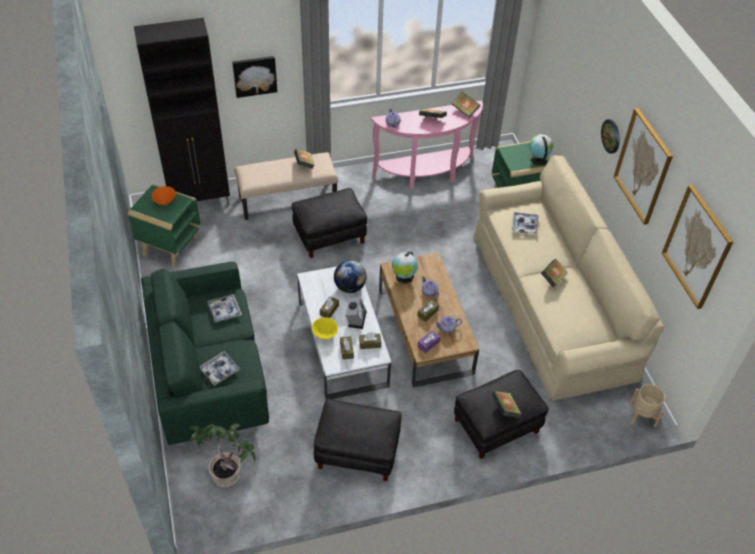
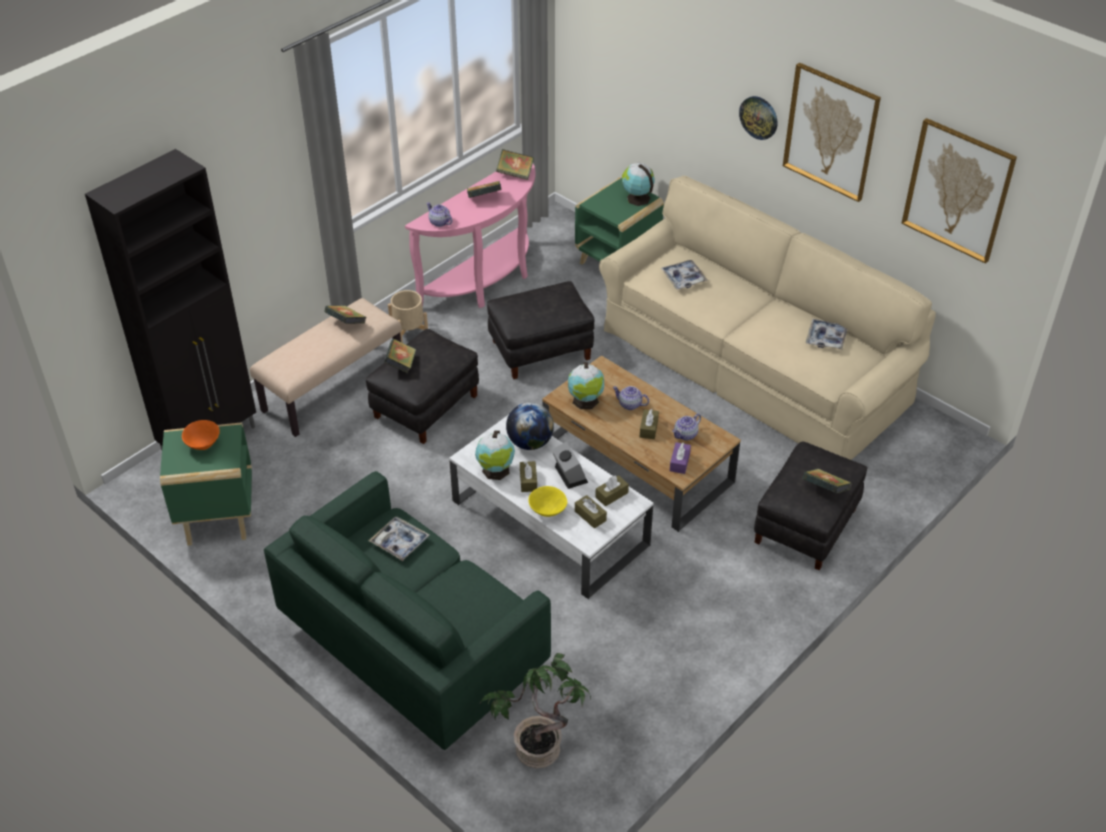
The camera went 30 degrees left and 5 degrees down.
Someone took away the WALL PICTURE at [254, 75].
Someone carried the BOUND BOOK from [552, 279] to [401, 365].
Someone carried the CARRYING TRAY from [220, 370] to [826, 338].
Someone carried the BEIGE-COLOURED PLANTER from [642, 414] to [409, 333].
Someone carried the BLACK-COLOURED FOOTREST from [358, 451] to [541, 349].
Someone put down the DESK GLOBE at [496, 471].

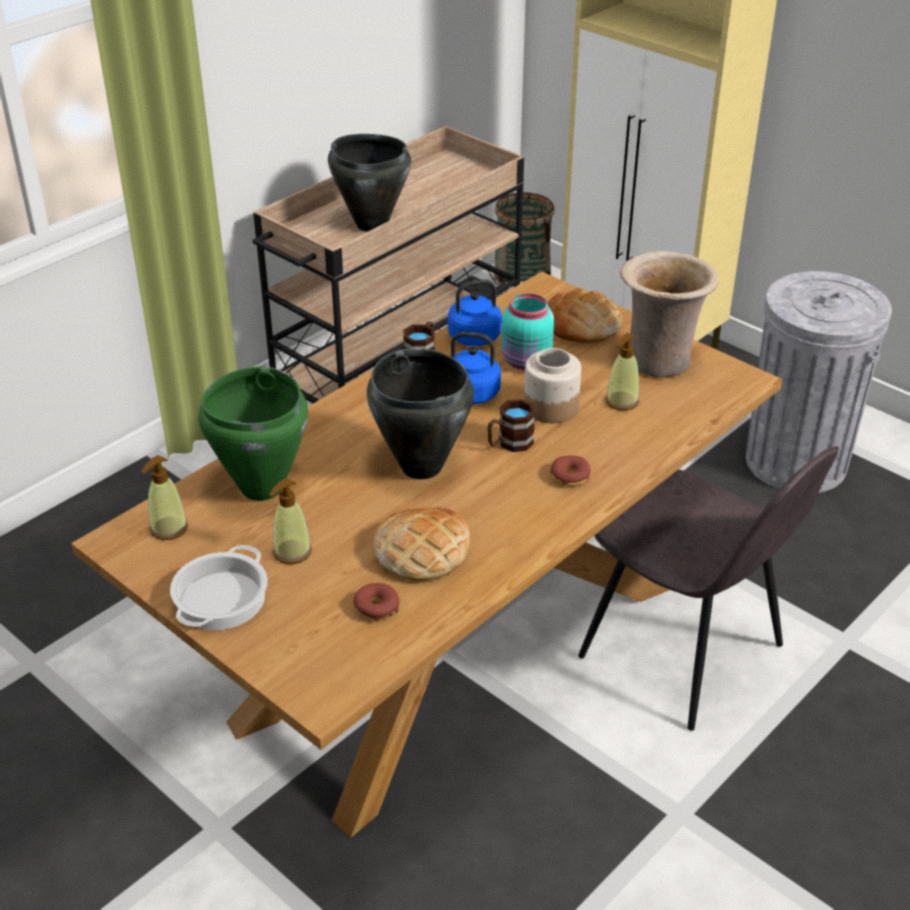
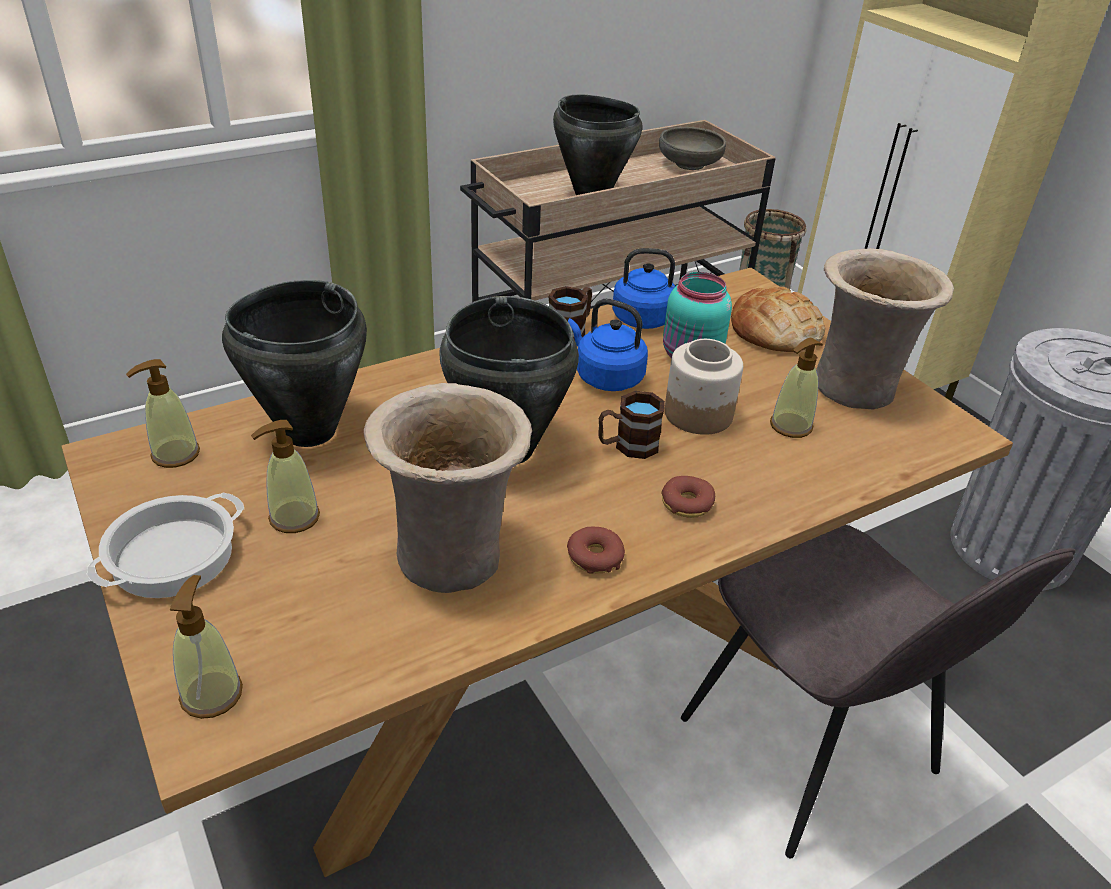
The camera went 15 degrees right and 0 degrees up.
Someone repainted the GREEN SAUCEPOT at [261, 488], which became the BLACK-COLOURED SAUCEPOT at [308, 431].
Someone swapped the BAKED BREAD at [422, 550] for the BEIGE-COLOURED DECORATIVE VASE at [452, 555].
Someone carried the DOUGHNUT from [376, 607] to [595, 557].
Someone put down the GREY BOWL at [689, 164].
Someone put down the LIQUID SOAP BOTTLE at [212, 694].

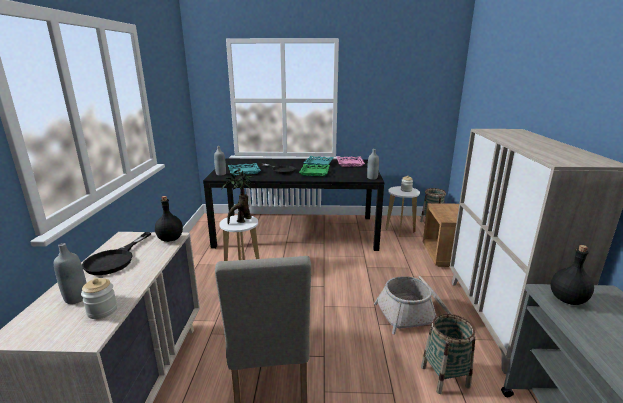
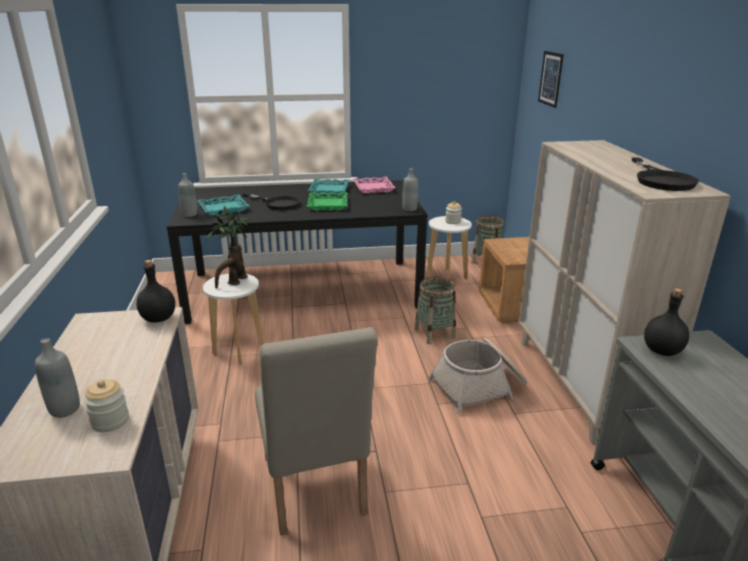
The camera went 10 degrees left and 5 degrees up.
Someone carried the BLACK-COLOURED PAN from [115, 259] to [661, 180].
Someone carried the BASKET from [444, 376] to [434, 333].
Someone put up the WALL PICTURE at [550, 79].

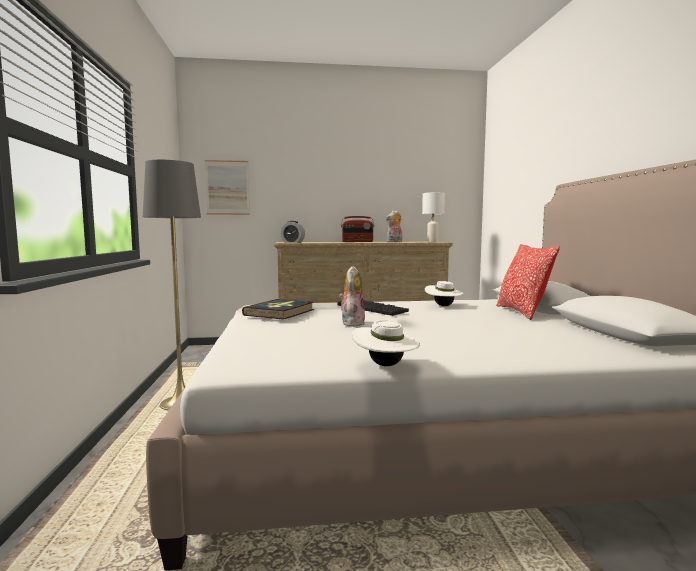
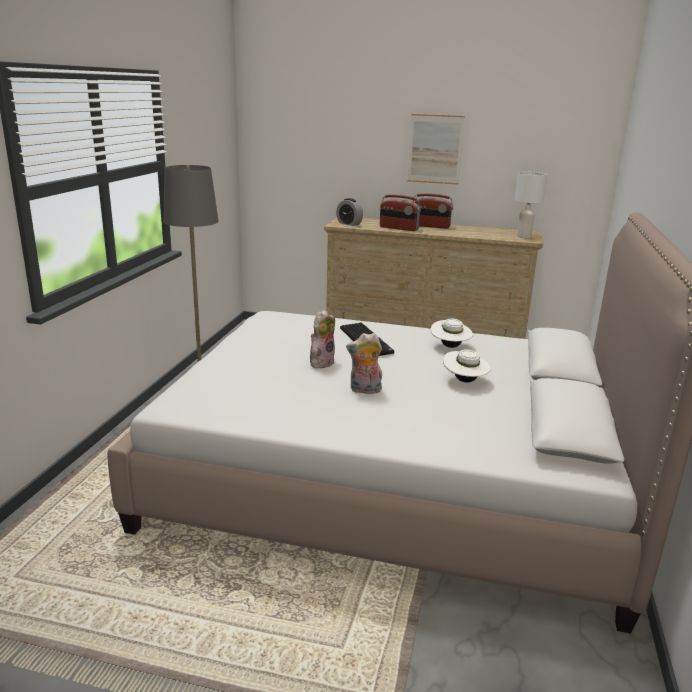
The camera went 20 degrees right and 15 degrees up.
Someone carried the WALL PICTURE from [227, 187] to [435, 149].
Someone carried the CUDDLY TOY from [394, 242] to [364, 390].
Someone took away the CUSHION at [522, 312].
Someone took away the BOUND BOOK at [280, 312].
Someone carried the WHITE-COLOURED WEARABLE HAT from [385, 365] to [464, 381].
Someone put down the RADIO at [398, 228].

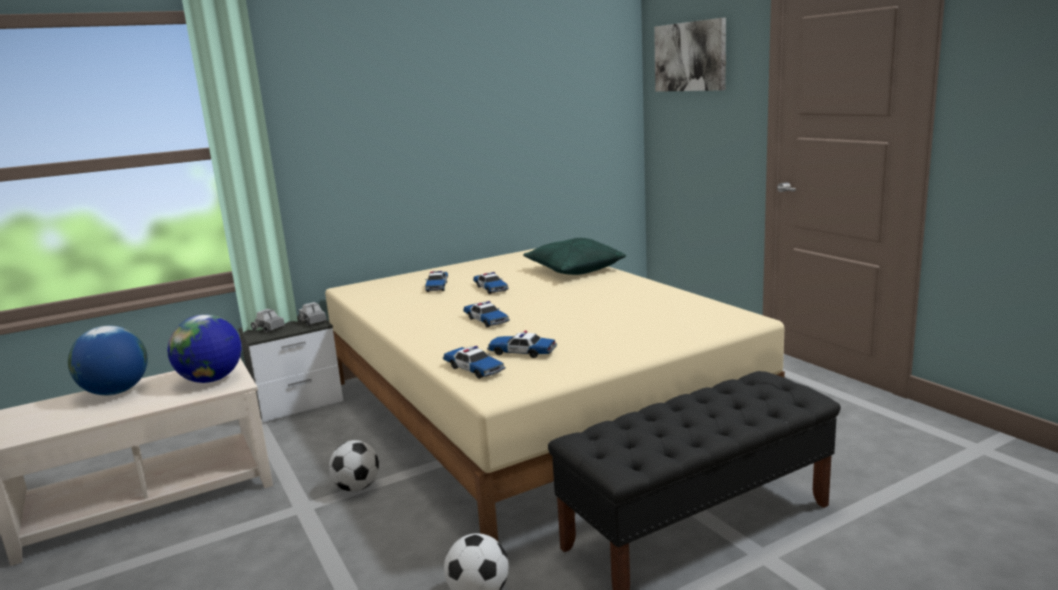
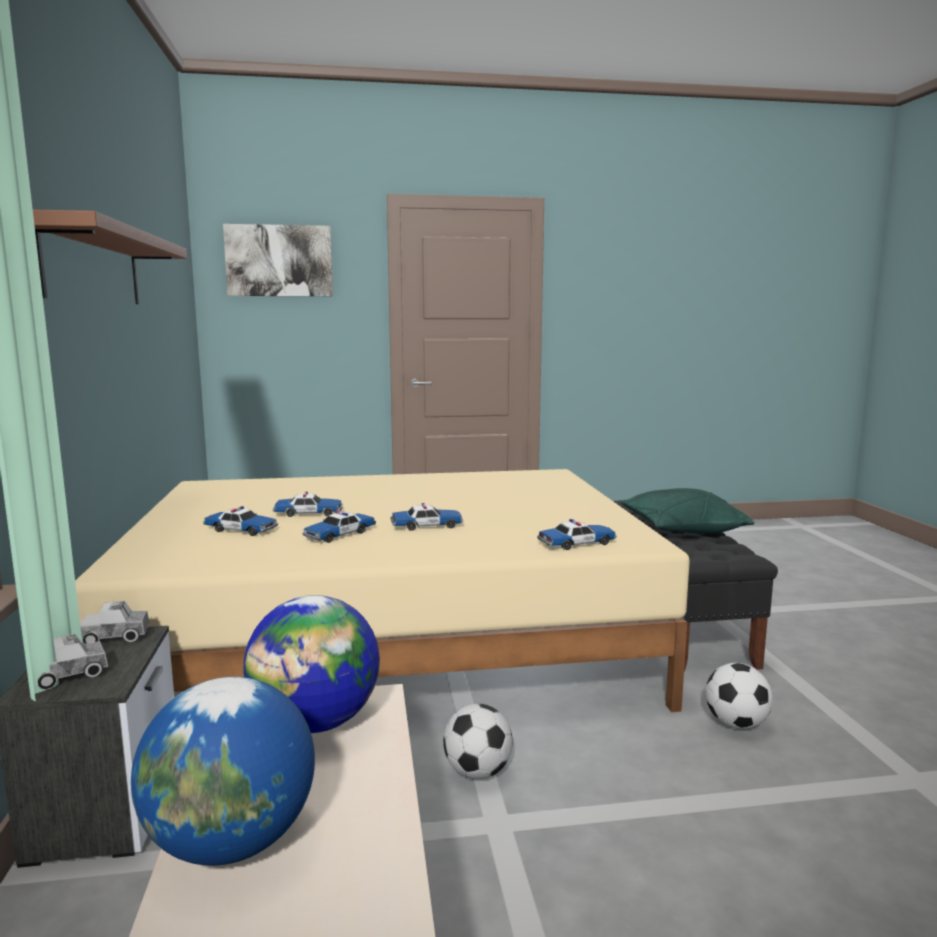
The camera went 70 degrees left and 5 degrees down.
Someone carried the GREEN CUSHION from [574, 270] to [681, 530].
Someone carried the TOY CAR from [522, 352] to [340, 534].
Someone put up the BROWN-COLOURED SHELF at [94, 267].

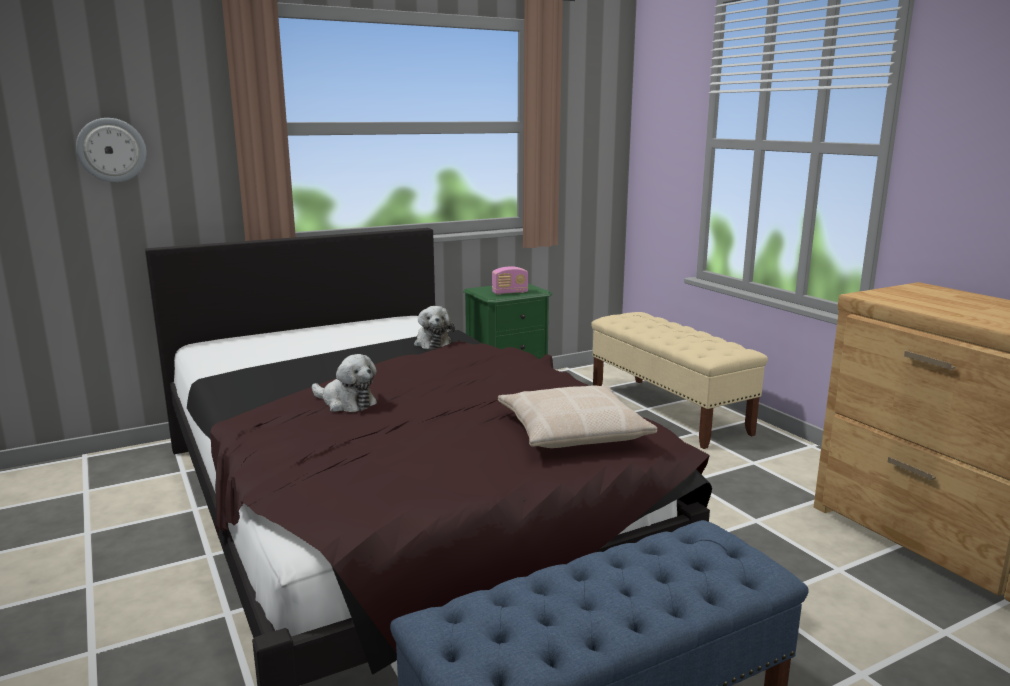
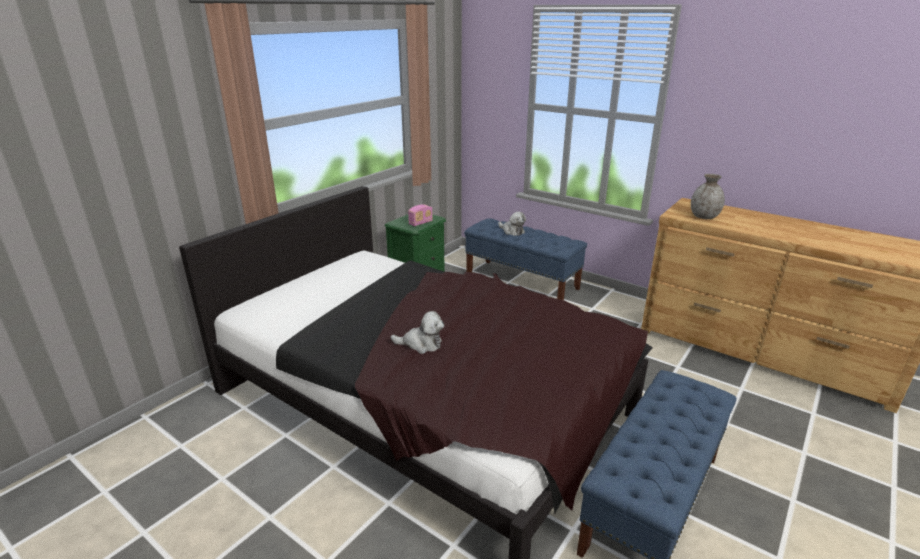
The camera went 25 degrees left and 10 degrees up.
Someone took away the WALL CLOCK at [111, 150].
Someone carried the CUDDLY TOY from [432, 343] to [512, 231].
Someone repainted the BEIGE-COLOURED INDOOR BENCH at [668, 411], which became the BLUE-COLOURED INDOOR BENCH at [522, 281].
Someone took away the BEIGE-COLOURED CUSHION at [572, 431].
Someone put down the GREY DECORATIVE VASE at [704, 217].

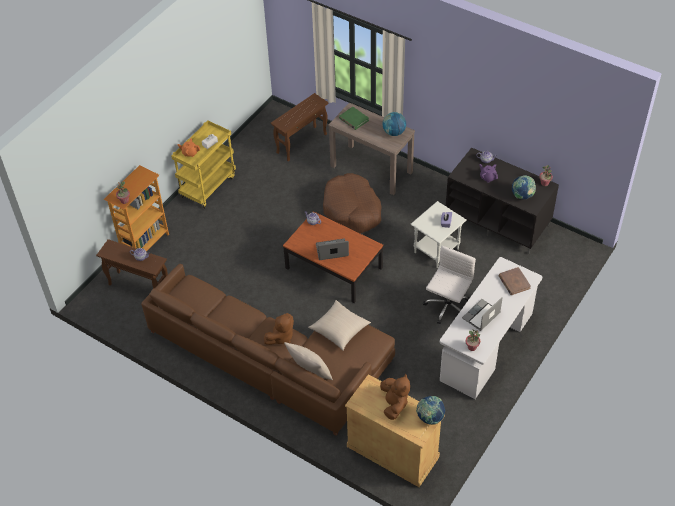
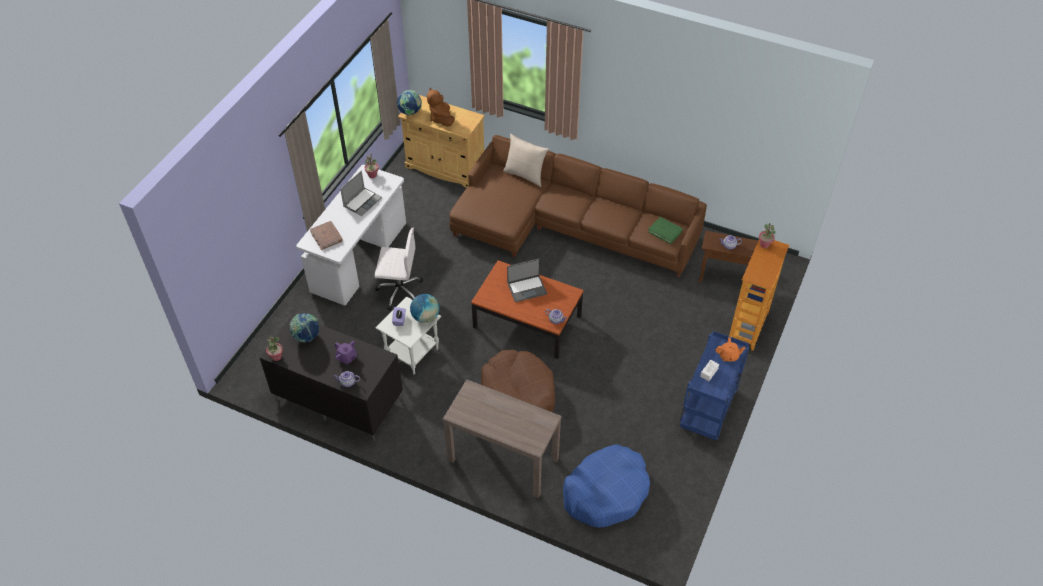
The camera went 170 degrees right and 0 degrees up.
Someone swapped the BROWN-COLOURED ACCENT TABLE at [301, 143] for the BLUE-COLOURED DOG BED at [606, 492].
Someone carried the GREEN BOUND BOOK from [353, 119] to [665, 231].
Someone carried the DESK GLOBE from [394, 132] to [425, 317].
Someone repainted the YELLOWISH WHEELED CART at [208, 186], which became the BLUE-COLOURED WHEELED CART at [708, 411].
Someone rotated the WHITE-COLOURED OFFICE CHAIR at [447, 308] by 105 degrees counterclockwise.
Someone took away the BEIGE-COLOURED CUSHION at [339, 330].
Someone took away the BROWN-COLOURED CUDDLY TOY at [281, 337].

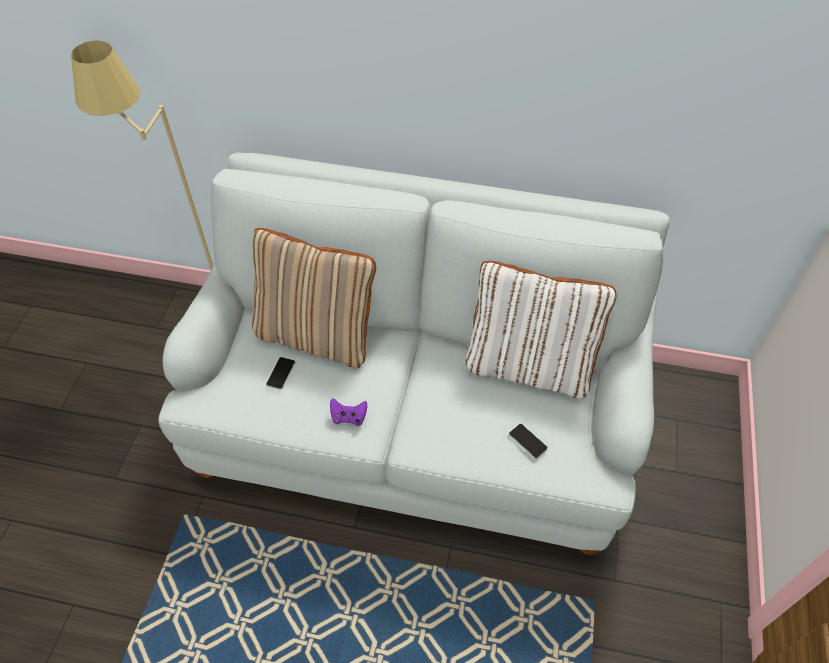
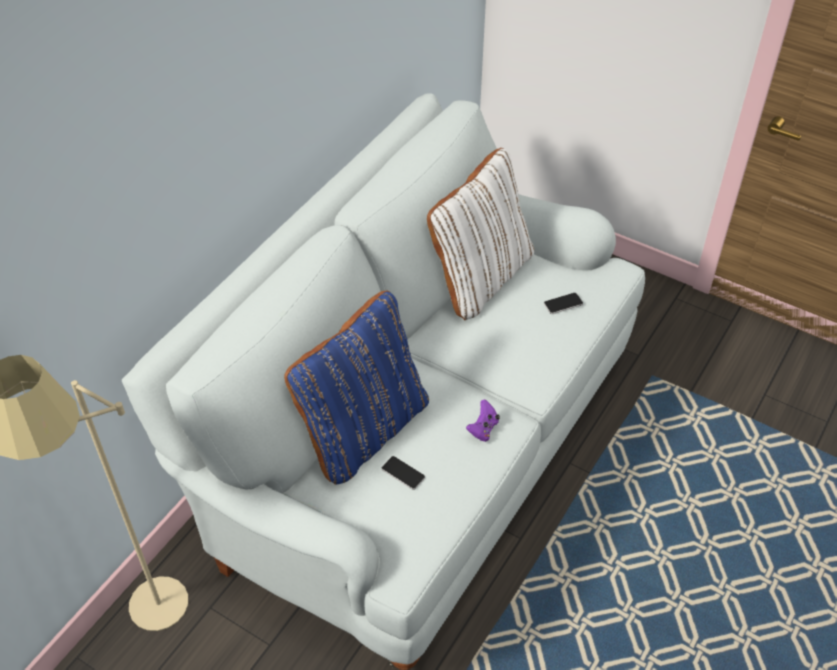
The camera went 70 degrees left and 5 degrees down.
Someone repainted the BEIGE-COLOURED CUSHION at [317, 335], which became the BLUE-COLOURED CUSHION at [363, 430].

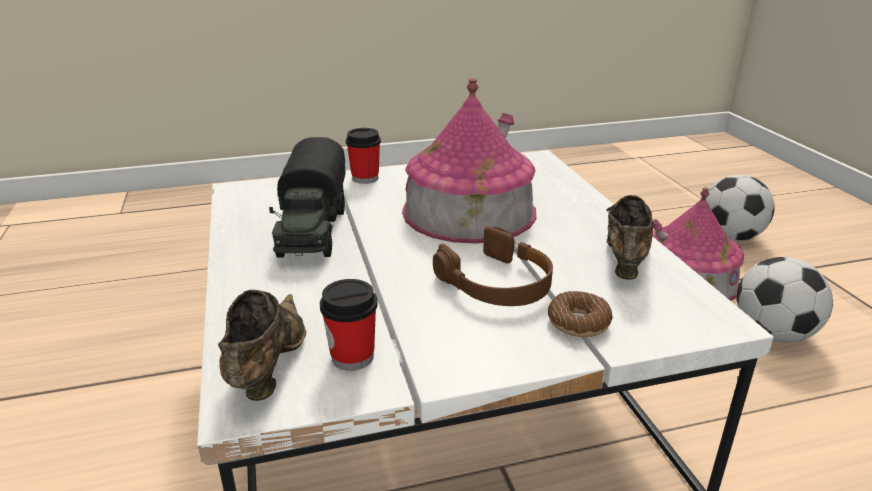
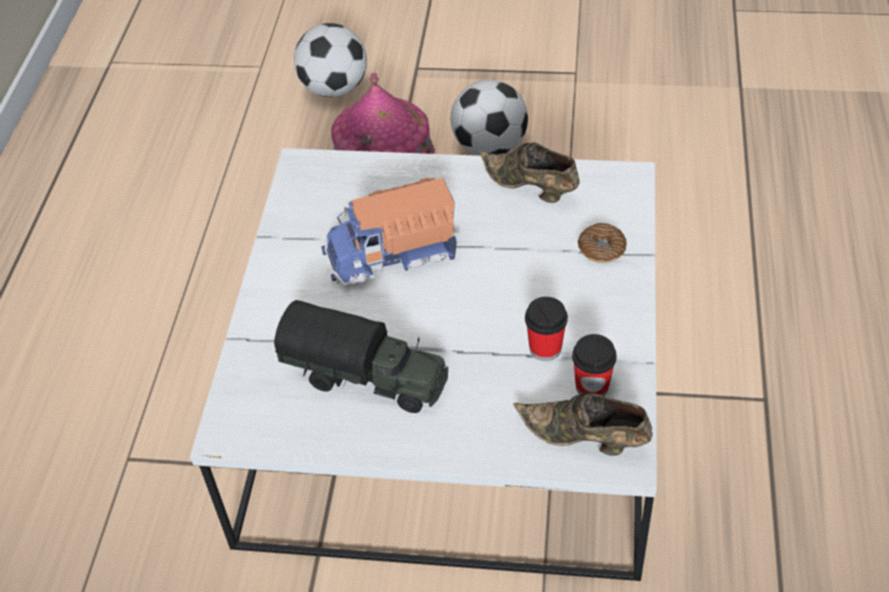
The camera went 65 degrees left and 20 degrees up.
Someone swapped the MODEL HOUSE at [469, 211] for the TOY LORRY at [393, 253].
Someone carried the CUP from [365, 178] to [545, 348].
Someone took away the BROWN-COLOURED HEADSET at [497, 283].

